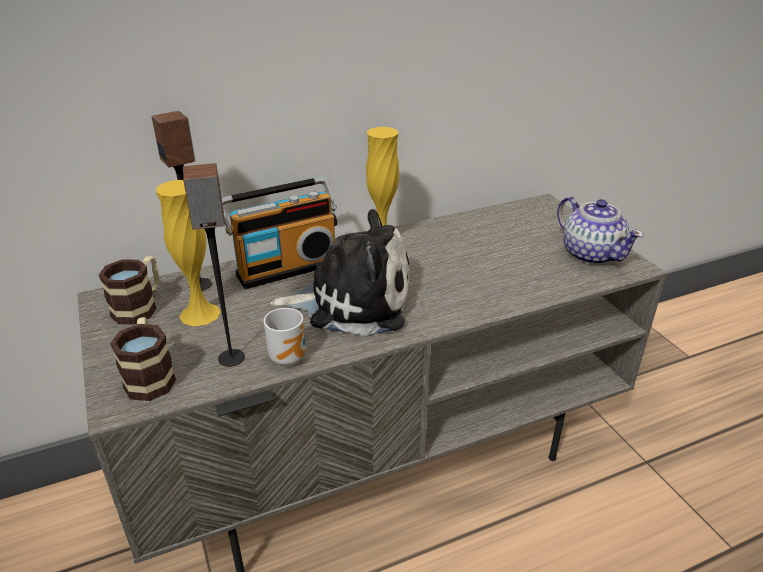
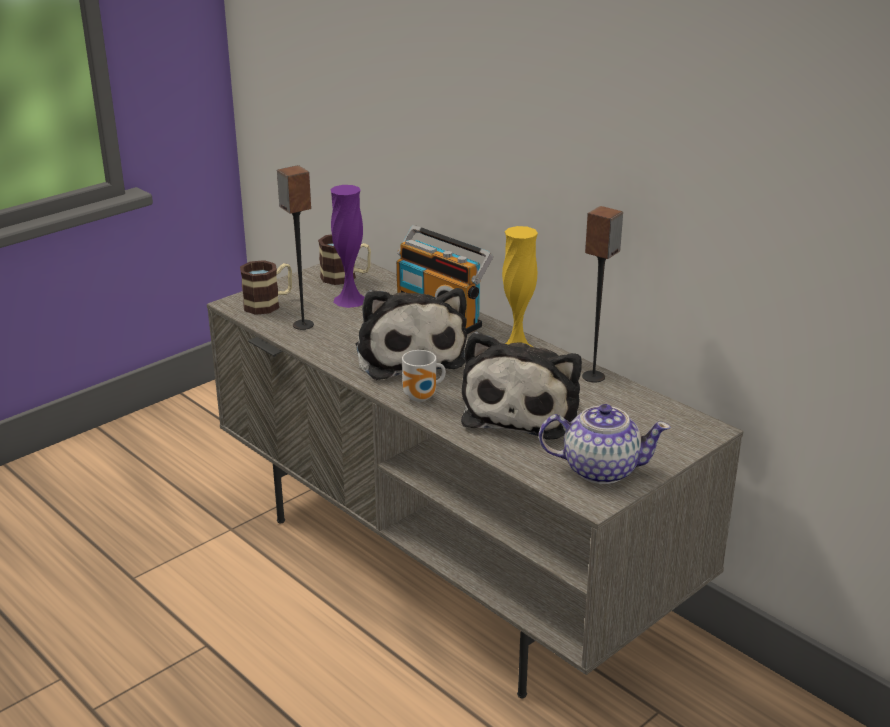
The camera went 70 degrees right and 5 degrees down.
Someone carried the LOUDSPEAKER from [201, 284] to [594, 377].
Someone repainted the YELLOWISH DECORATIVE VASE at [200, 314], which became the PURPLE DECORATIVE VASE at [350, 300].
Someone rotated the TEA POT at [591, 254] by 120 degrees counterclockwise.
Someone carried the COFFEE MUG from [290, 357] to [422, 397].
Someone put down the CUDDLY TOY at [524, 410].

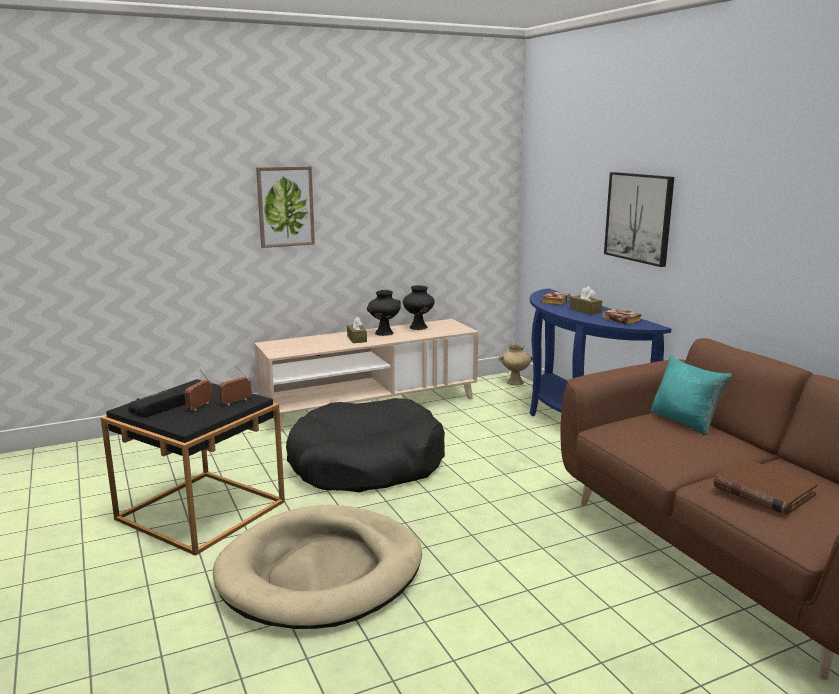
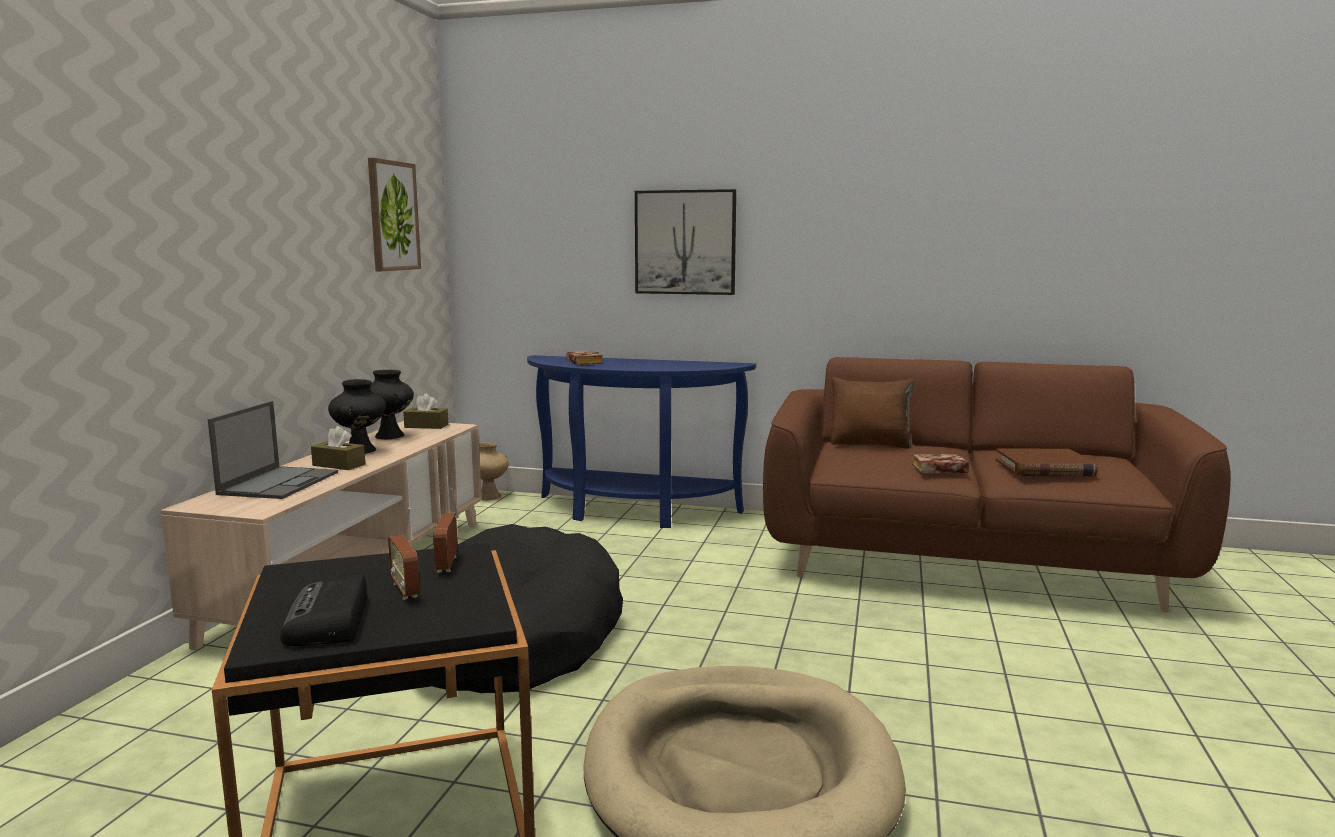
The camera went 50 degrees left and 5 degrees down.
Someone carried the WALL PICTURE from [285, 206] to [393, 216].
Someone carried the BROWN-COLOURED TISSUE HOLDER from [585, 311] to [426, 426].
Someone carried the BOUND BOOK from [619, 320] to [938, 470].
Someone repainted the TURQUOISE-COLOURED CUSHION at [685, 422], which became the BROWN-COLOURED CUSHION at [871, 444].
Someone put down the LAPTOP at [280, 483].

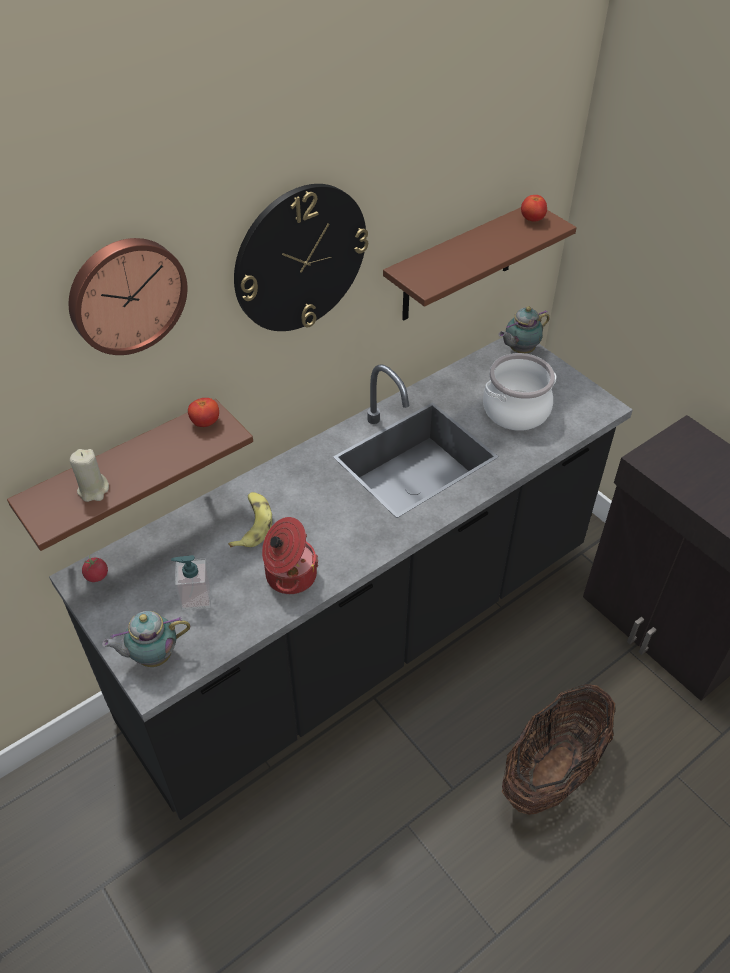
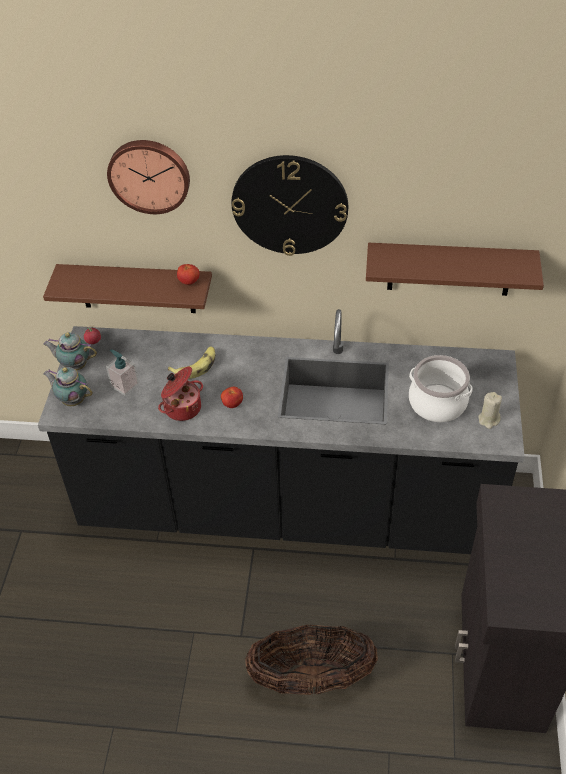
The camera went 45 degrees right and 0 degrees up.
Someone carried the FRESH TOMATO from [532, 219] to [232, 404].
Someone carried the TEA POT from [519, 350] to [74, 366].
Someone carried the BEIGE-COLOURED WAX CANDLE from [93, 490] to [488, 420].

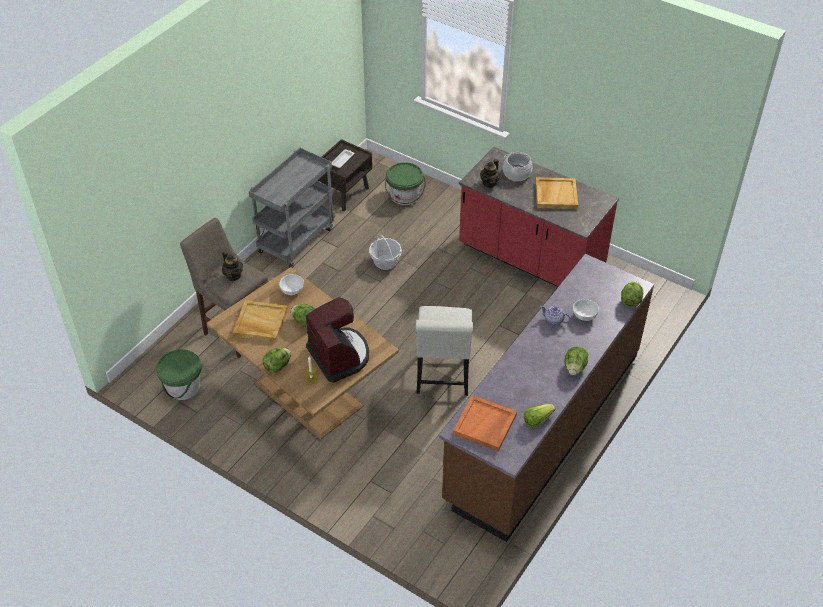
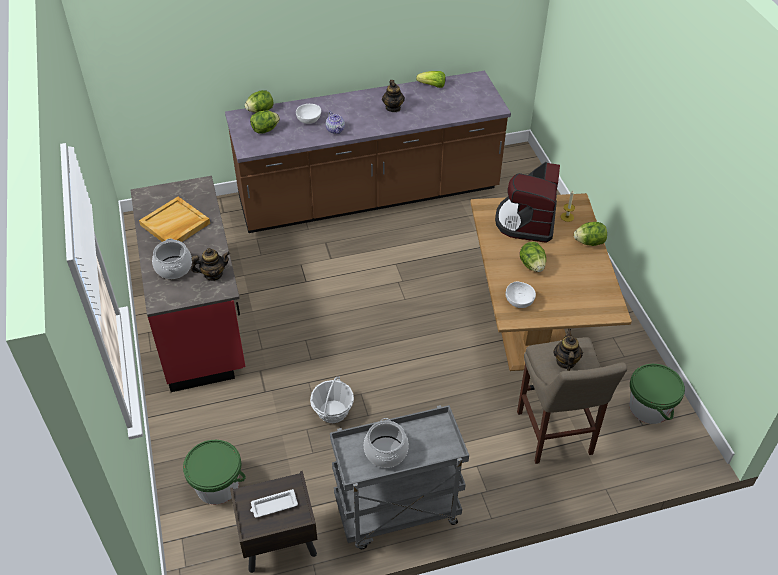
The camera went 140 degrees left and 0 degrees up.
Someone took away the BEIGE-COLOURED CARRYING TRAY at [260, 323].
Someone took away the WHITE-COLOURED PLAIN CHAIR at [442, 378].
Someone carried the LETTUCE from [574, 367] to [265, 130].
Someone took away the ORANGE-COLOURED CARRYING TRAY at [485, 425].
Someone put down the TEA POT at [393, 108].
Someone put down the SAUCEPOT at [386, 451].

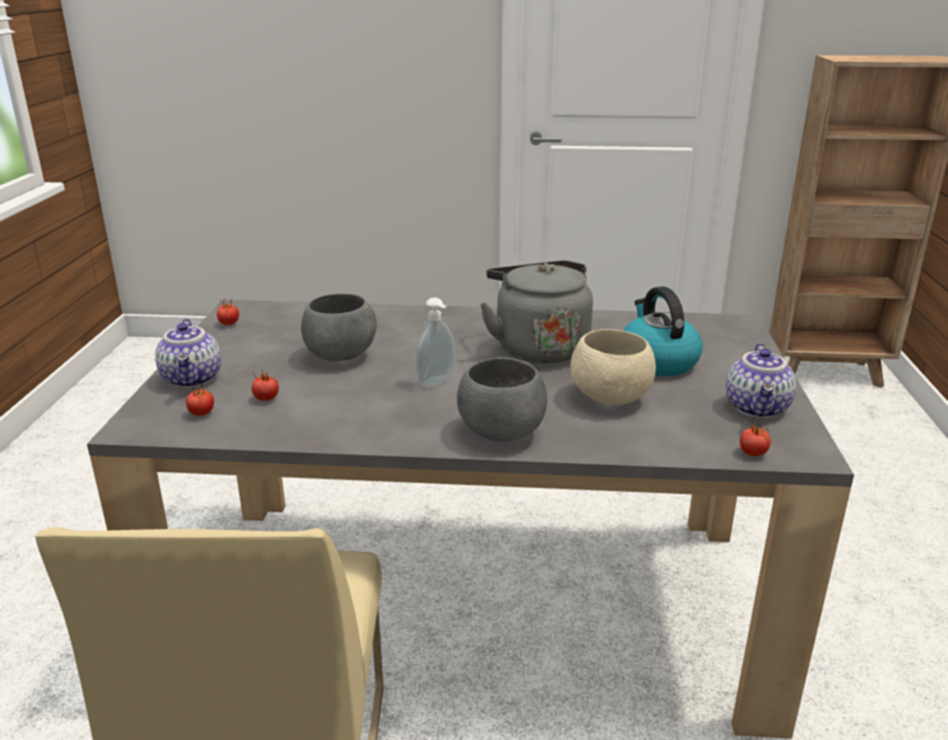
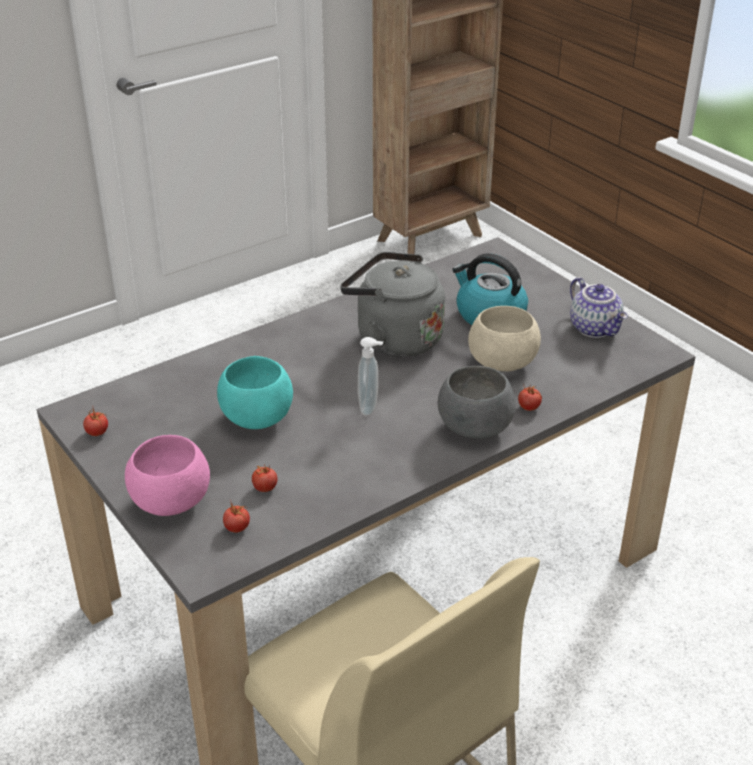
The camera went 40 degrees left and 10 degrees up.
Someone repainted the GREY BOWL at [342, 356], which became the TURQUOISE-COLOURED BOWL at [257, 418].
Someone swapped the TEA POT at [193, 379] for the PINK BOWL at [170, 502].
Someone carried the FRESH TOMATO from [753, 453] to [529, 407].

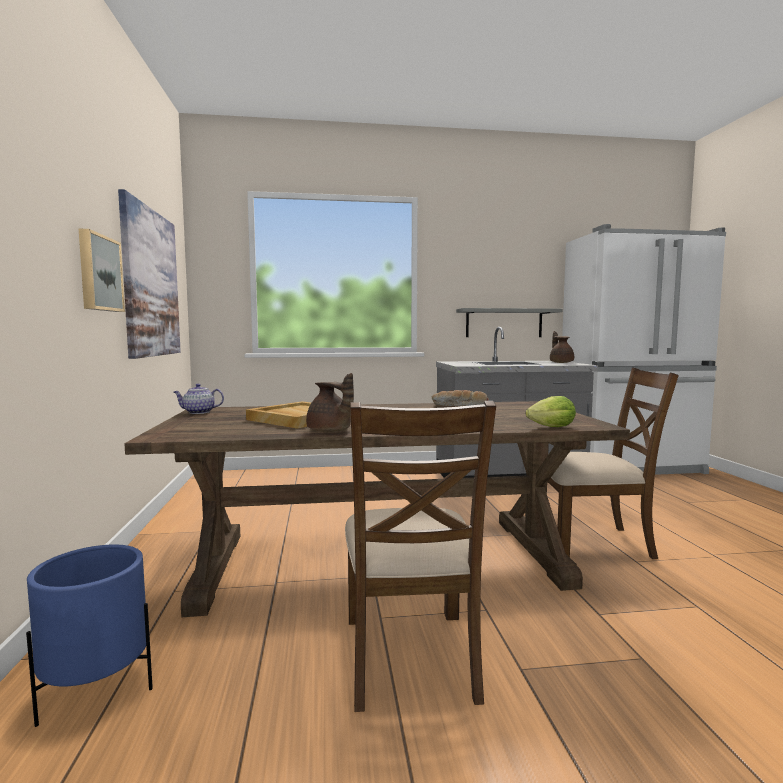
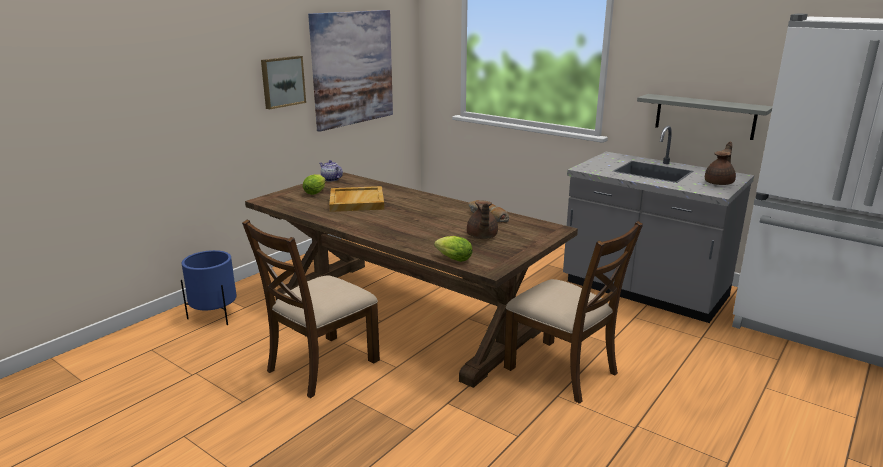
The camera went 45 degrees right and 15 degrees up.
Someone carried the BROWN-COLOURED TEA POT from [330, 431] to [481, 236].
Someone put down the LETTUCE at [316, 192].

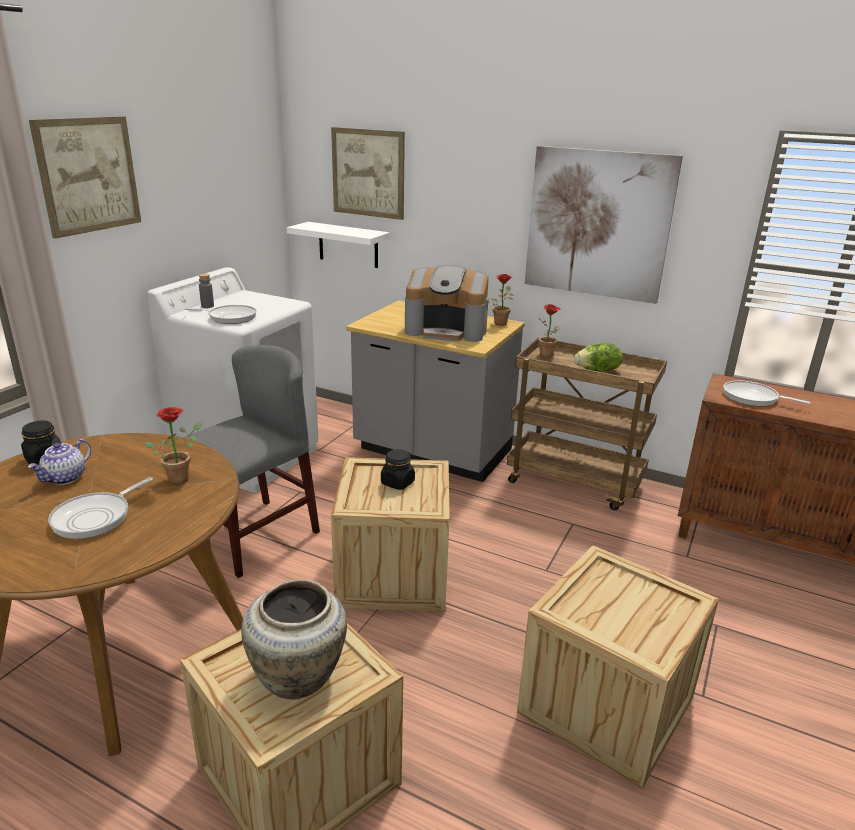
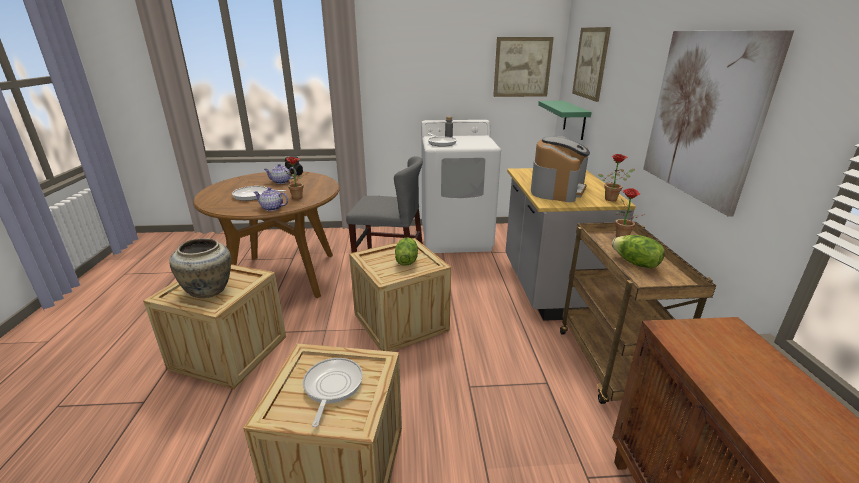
The camera went 60 degrees right and 0 degrees up.
Someone carried the WALL PICTURE from [88, 175] to [522, 67].
Someone repainted the WHITE-COLOURED SHELF at [348, 245], which became the GREEN SHELF at [574, 120].
Someone rotated the COFFEE MACHINE at [447, 330] by 135 degrees counterclockwise.
Someone carried the PAN from [753, 398] to [332, 387].
Someone swapped the BLACK-COLOURED STORAGE JAR at [397, 482] for the LETTUCE at [406, 260].
Someone put down the TEA POT at [272, 208].

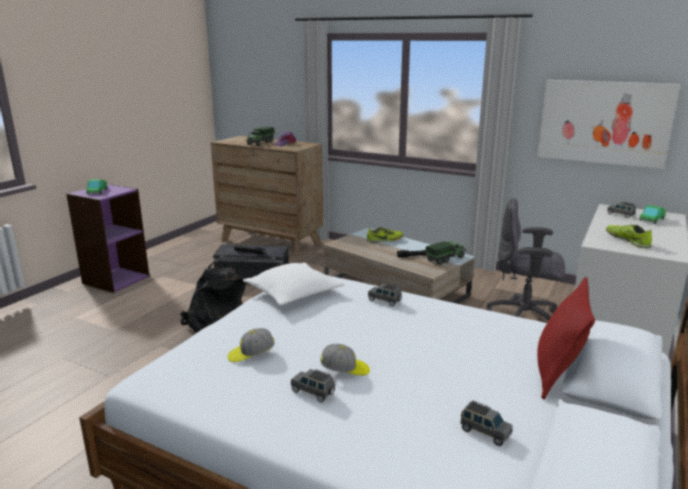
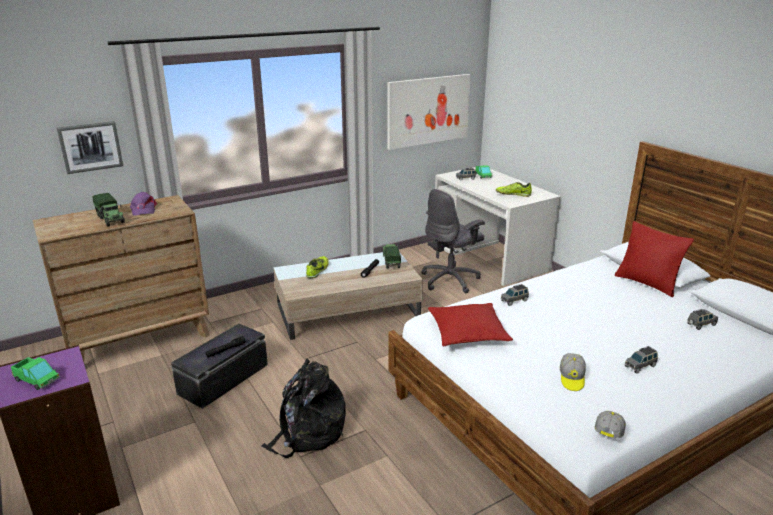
The camera went 60 degrees left and 5 degrees up.
Someone repainted the WHITE-COLOURED CUSHION at [293, 293], which became the RED-COLOURED CUSHION at [468, 333].
Someone carried the PEAKED CAP from [345, 370] to [609, 431].
Someone put up the WALL PICTURE at [90, 147].

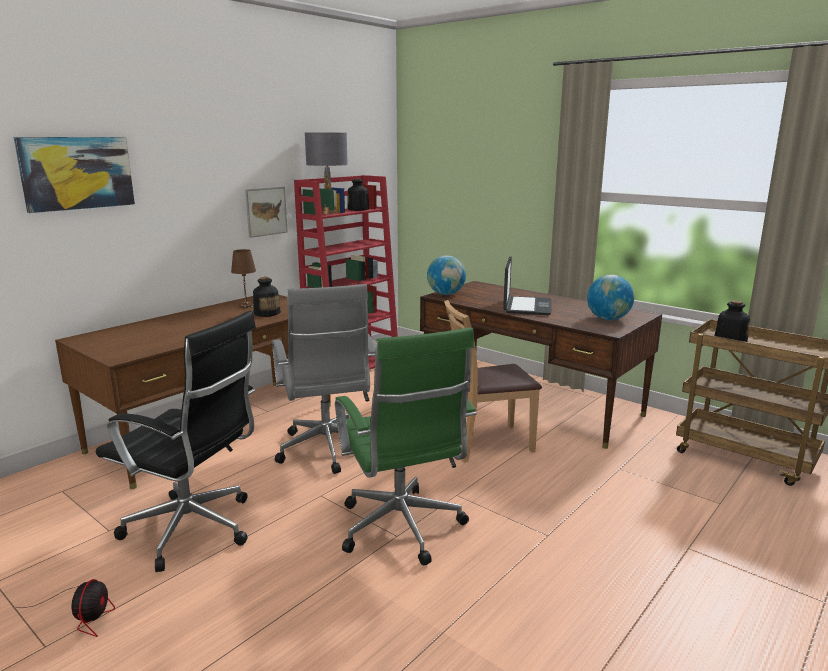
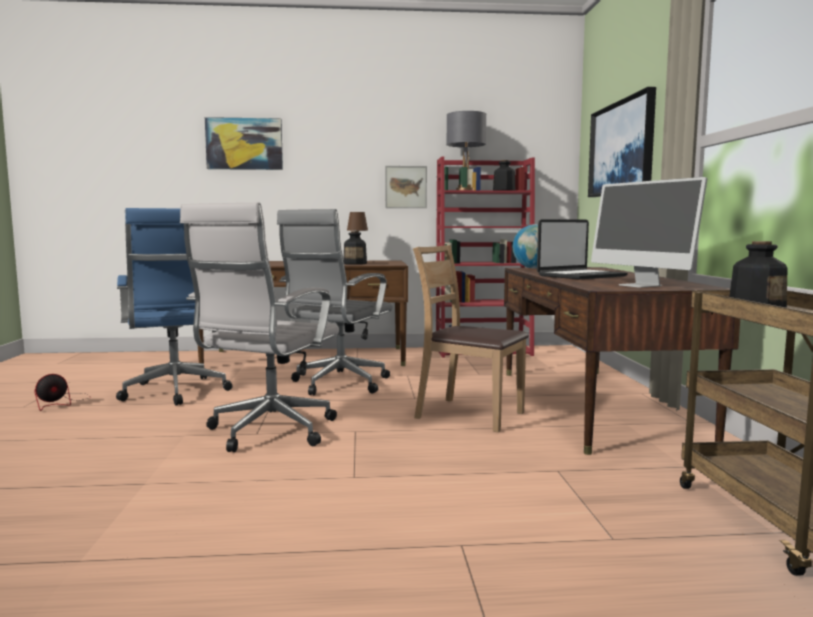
The camera went 45 degrees right and 10 degrees down.
Someone swapped the DESK GLOBE at [608, 319] for the COMPUTER SCREEN at [640, 285].
Someone repainted the BLACK-COLOURED OFFICE CHAIR at [195, 531], which became the BLUE-COLOURED OFFICE CHAIR at [176, 392].
Someone repainted the GREEN OFFICE CHAIR at [402, 530], which became the WHITE-COLOURED OFFICE CHAIR at [268, 432].
Someone put up the WALL PICTURE at [621, 148].

